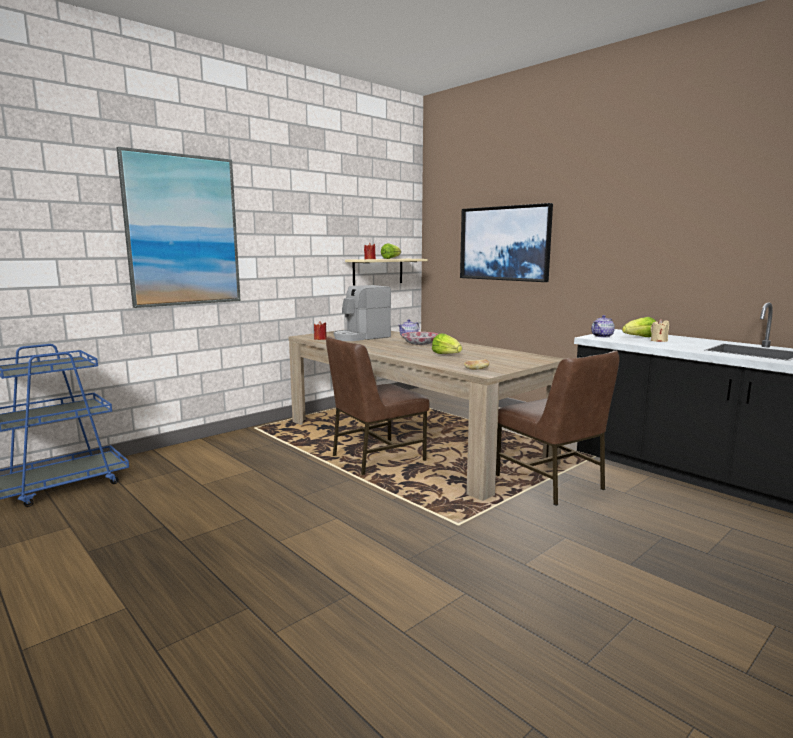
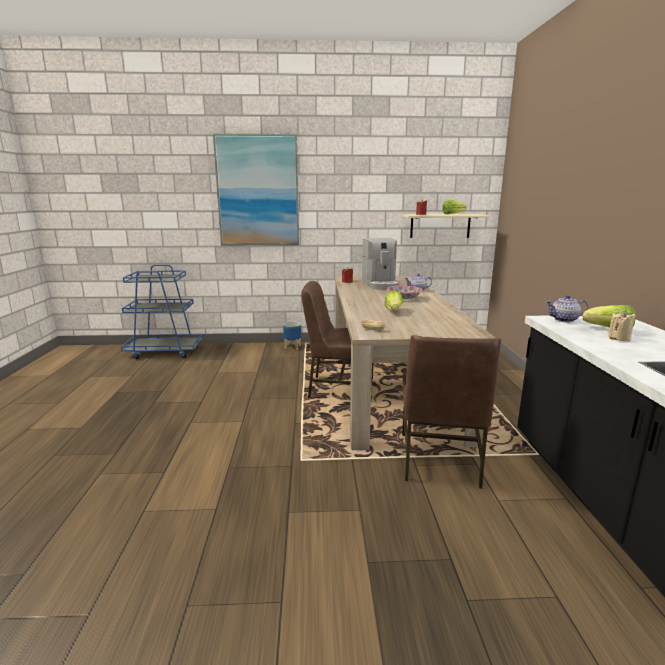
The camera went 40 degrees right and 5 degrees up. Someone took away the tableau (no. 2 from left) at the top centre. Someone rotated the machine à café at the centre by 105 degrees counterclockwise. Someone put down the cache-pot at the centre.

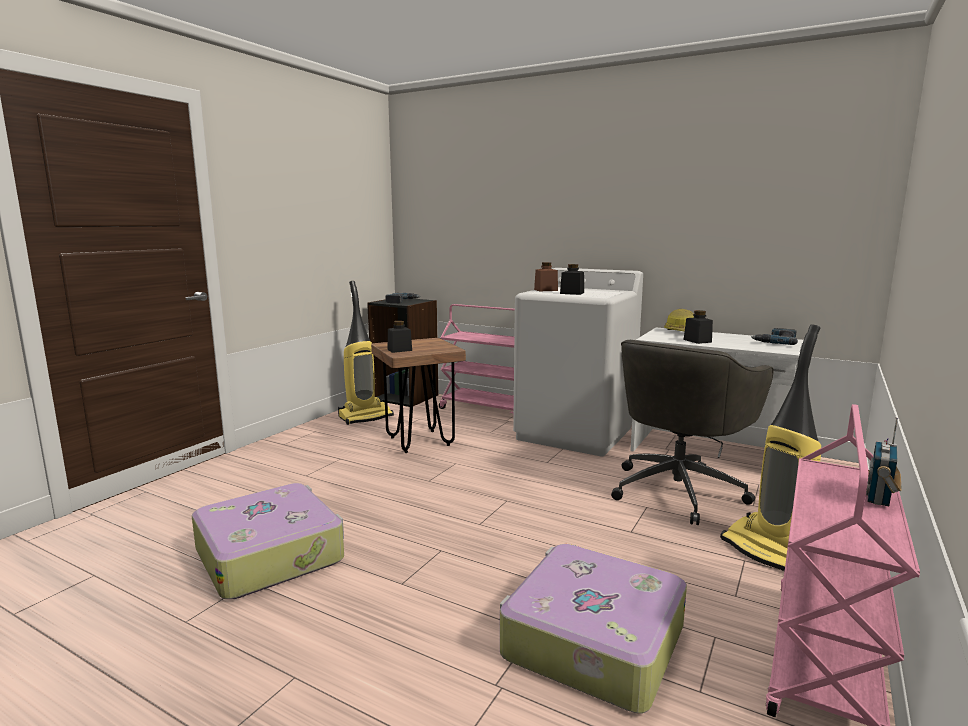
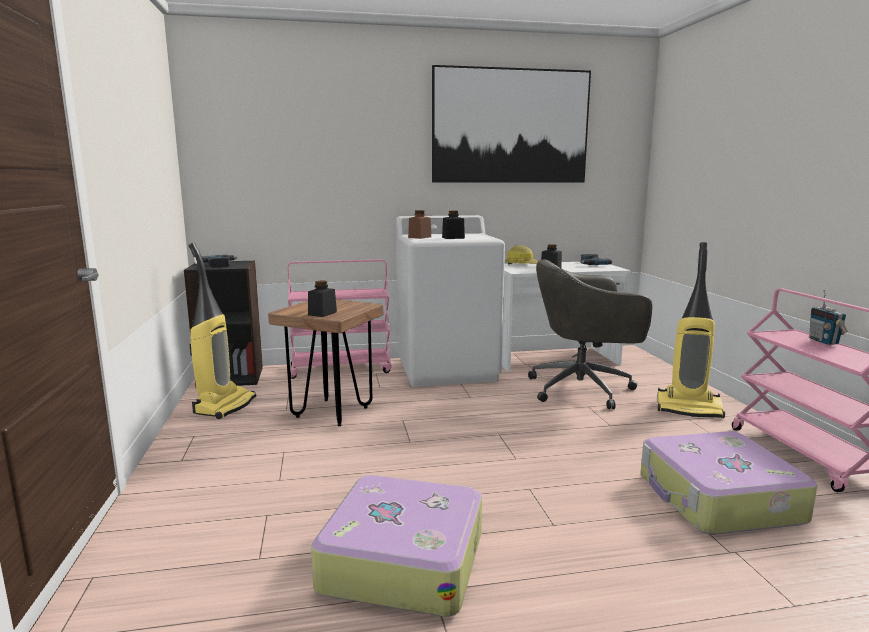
The camera went 40 degrees left and 0 degrees up. Someone rotated the chaise de bureau (gris) at the middle right by 90 degrees clockwise. Someone put up the tableau at the top centre.

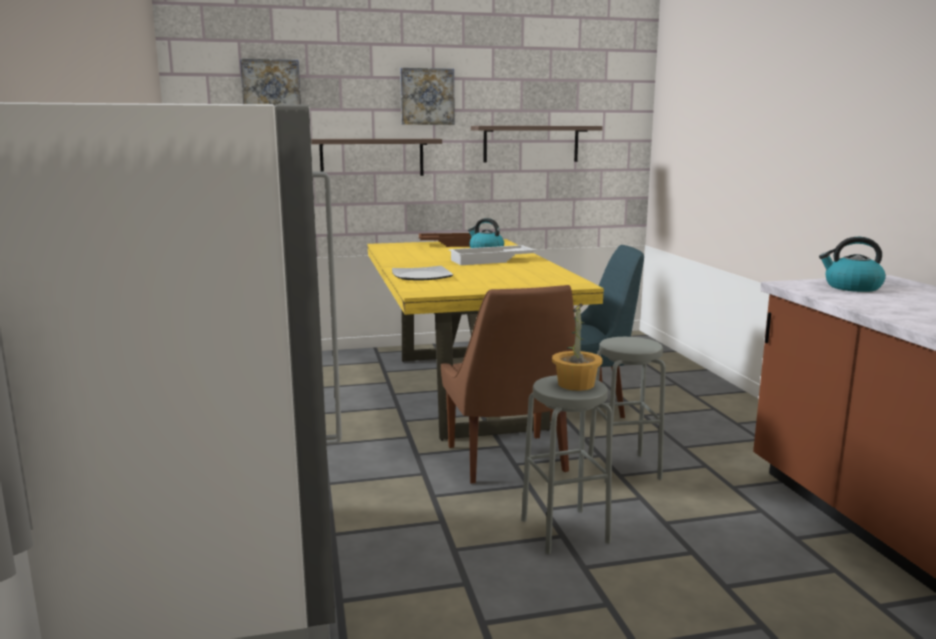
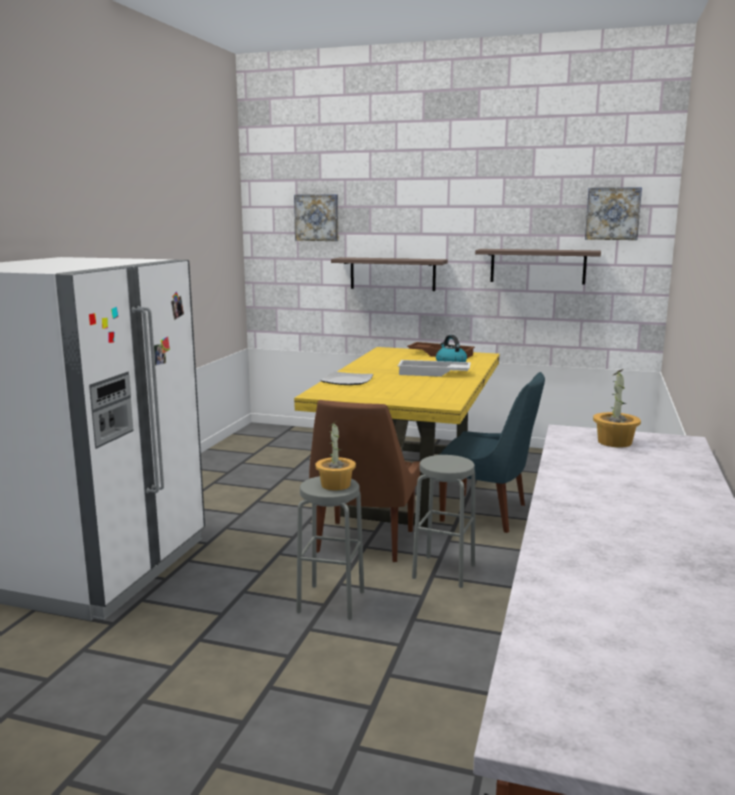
The camera went 30 degrees right and 0 degrees up. Someone carried the tableau (no. 2 from left) from the top centre to the top right. Someone swapped the bouilloire (no. 2 from left) at the middle right for the plante en pot (no. 2 from left) at the middle right.

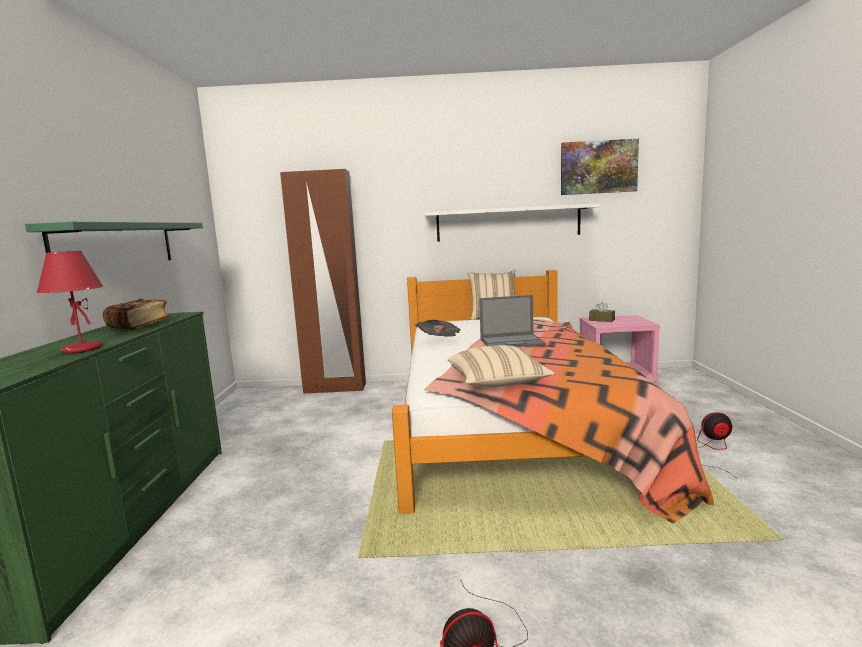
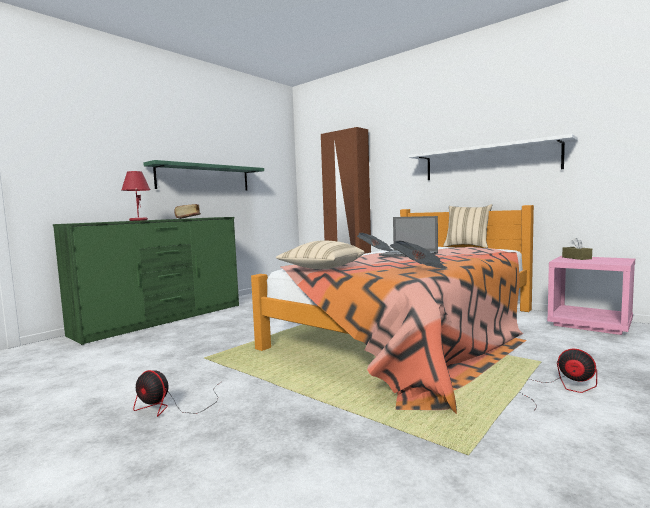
The camera went 40 degrees right and 5 degrees down. Someone took away the tableau at the top right. Someone put down the journal (no. 2 from left) at the centre.

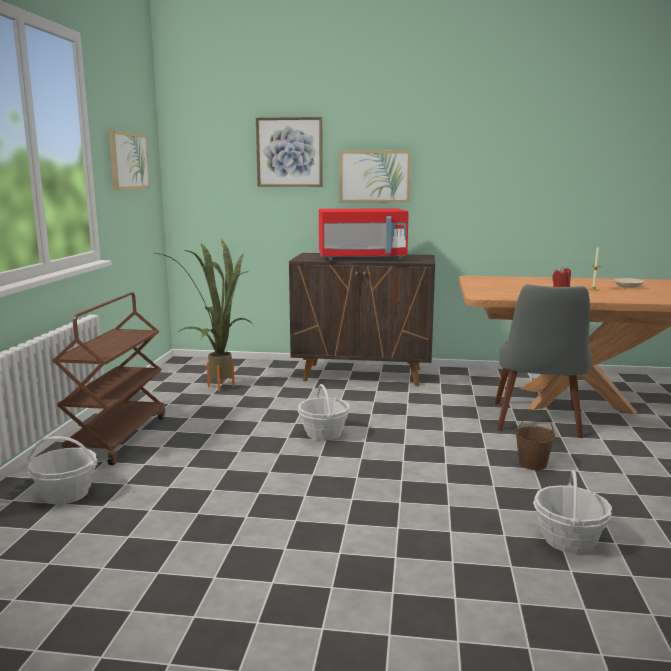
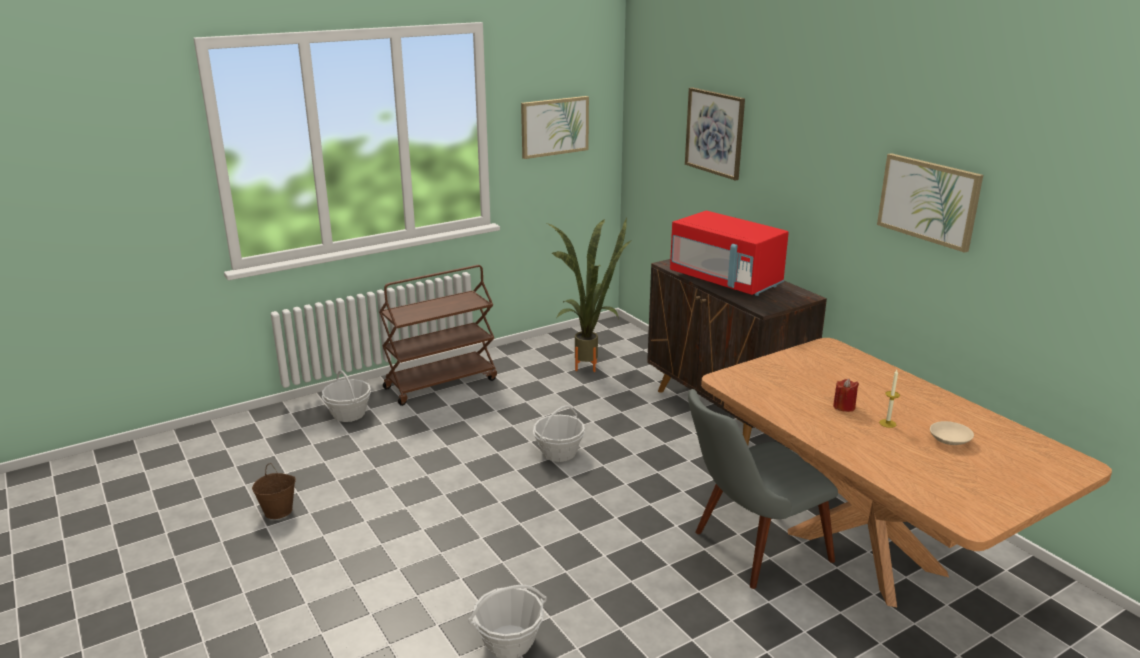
The camera went 50 degrees right and 10 degrees up. Someone carried the tableau (no. 3 from left) from the top centre to the top right. Someone carried the seau (marron) from the middle right to the bottom left.

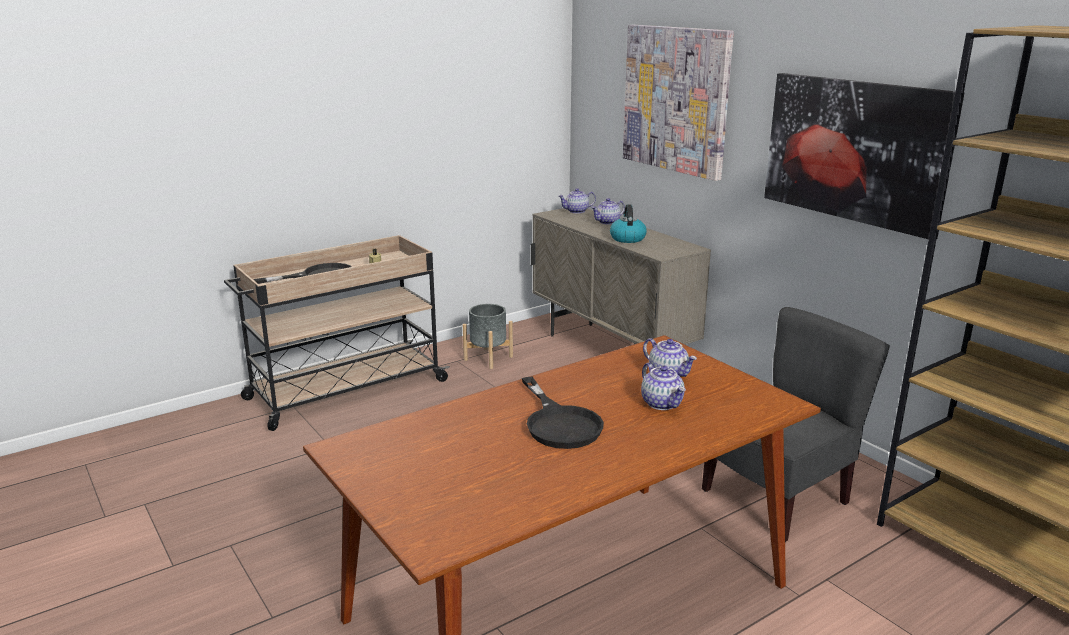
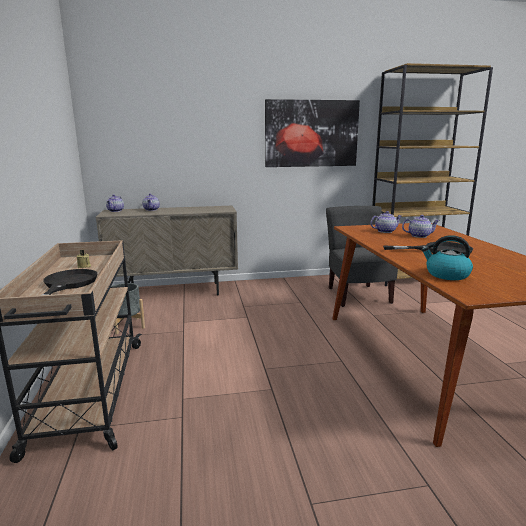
The camera went 65 degrees left and 5 degrees down. Someone took away the tableau (no. 1 from left) at the top centre. Someone carried the bouilloire from the centre to the middle right.

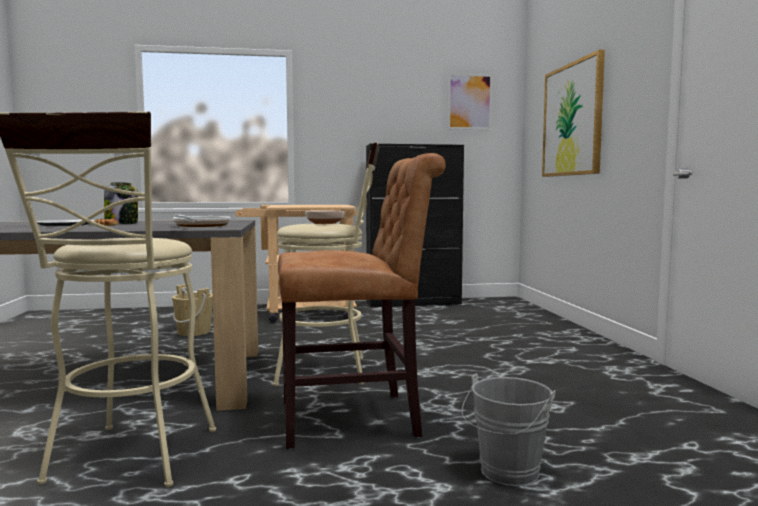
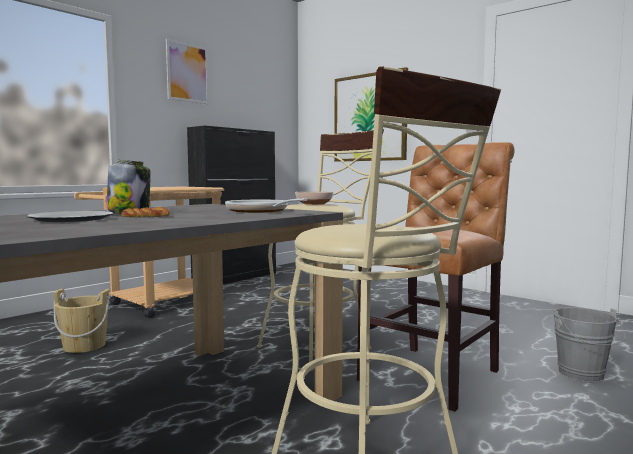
The camera went 40 degrees left and 0 degrees up. Someone carried the tableau (no. 1 from left) from the top centre to the top left.

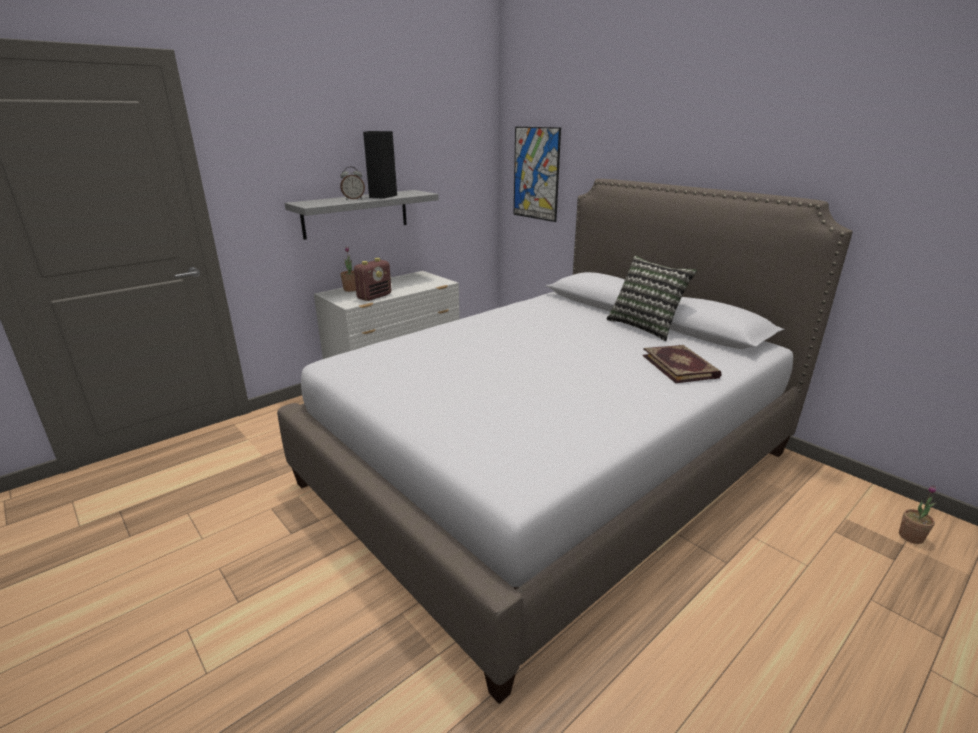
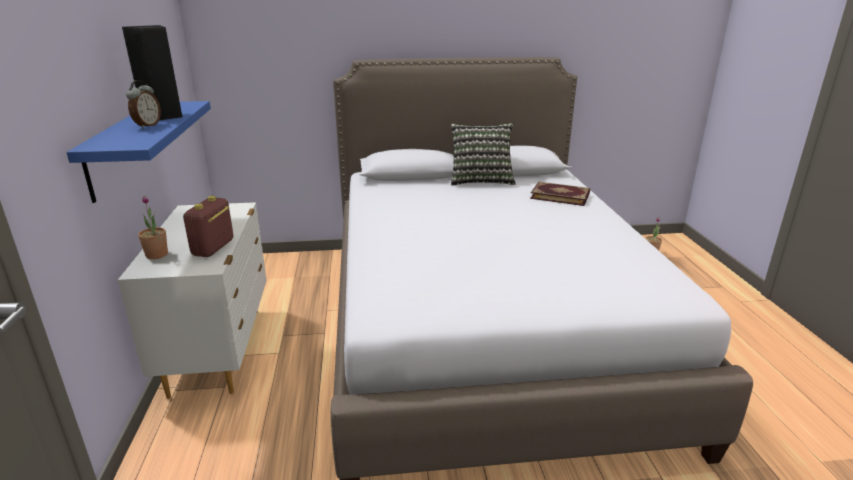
The camera went 55 degrees left and 0 degrees up. Someone took away the tableau at the top centre. Someone repainted the étagère (gris) at the top centre, which became the étagère (bleu) at the top left. Someone rotated the radio at the centre by 150 degrees counterclockwise.

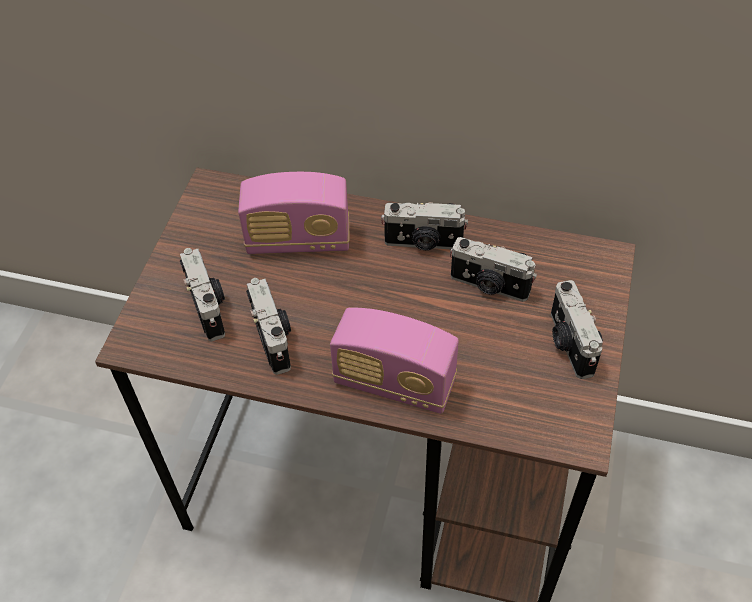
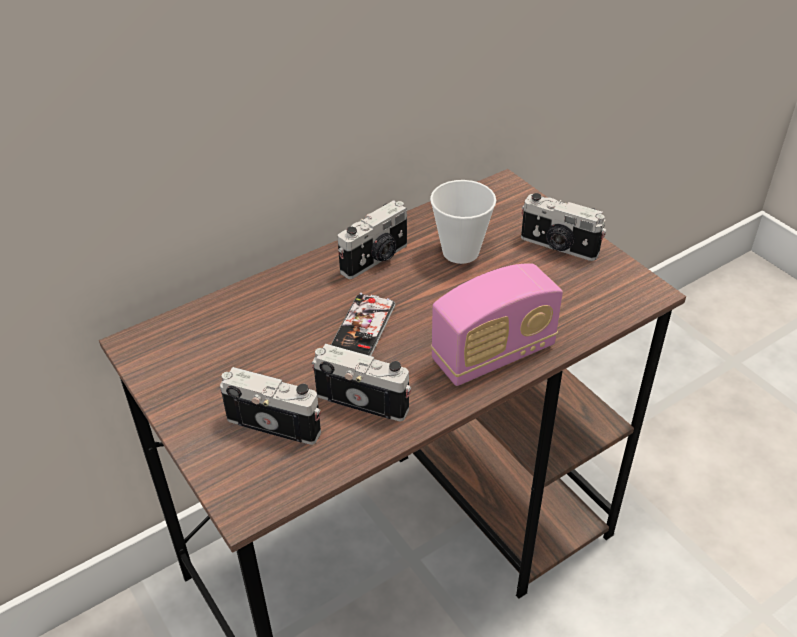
The camera went 50 degrees left and 10 degrees down. Someone took away the radio (no. 1 from left) at the centre. Someone swapped the appareil photo (no. 4 from left) at the centre for the tasse at the centre. Someone put down the téléphone at the centre.

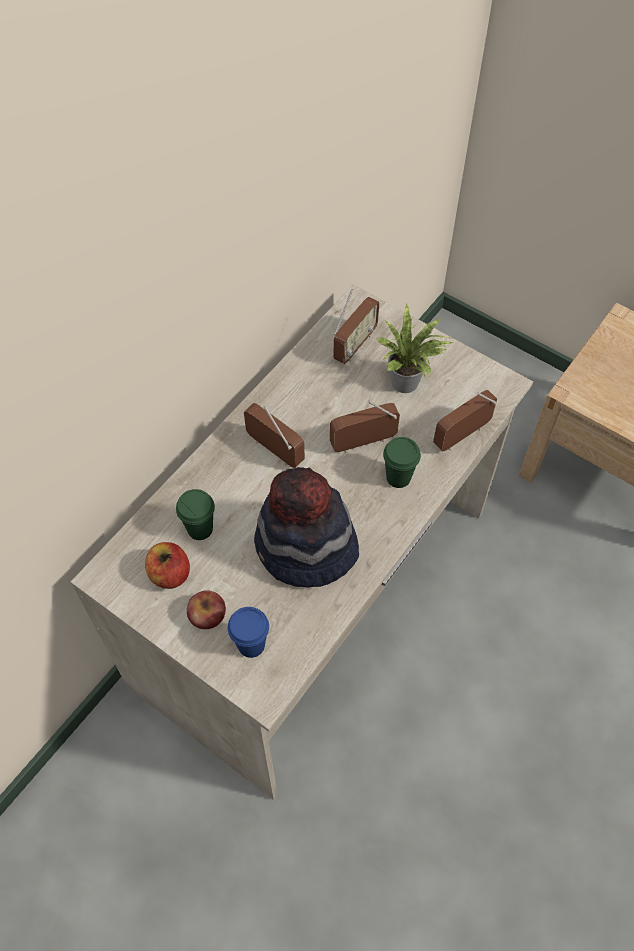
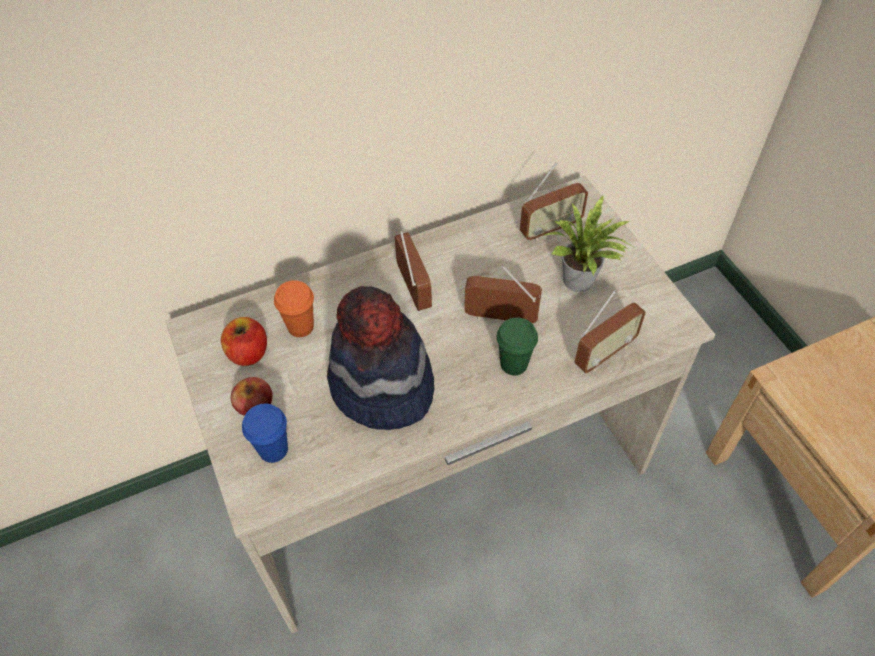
The camera went 30 degrees right and 5 degrees down. Someone rotated the radio (no. 4 from left) at the middle right by 150 degrees clockwise. Someone repainted the tasse (vert) (no. 1 from left) at the middle left, which became the tasse (orange) at the centre.

